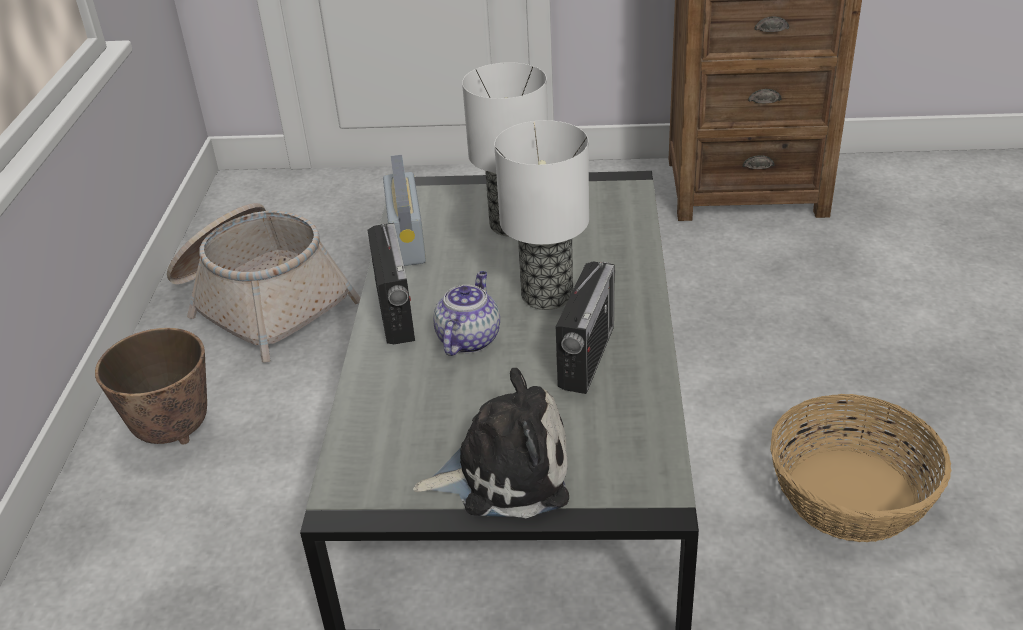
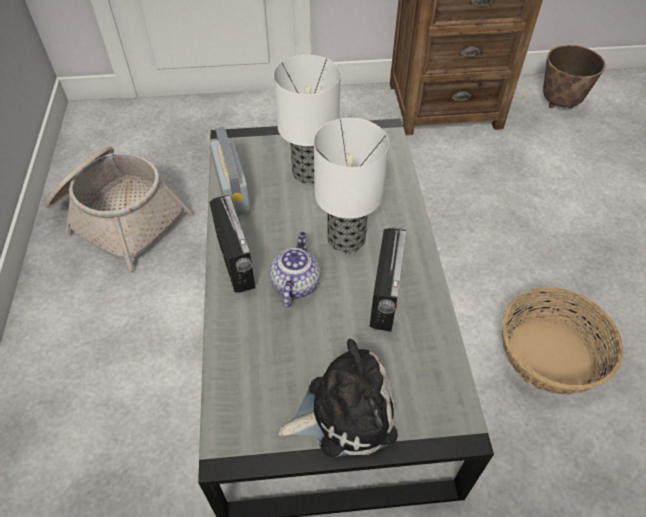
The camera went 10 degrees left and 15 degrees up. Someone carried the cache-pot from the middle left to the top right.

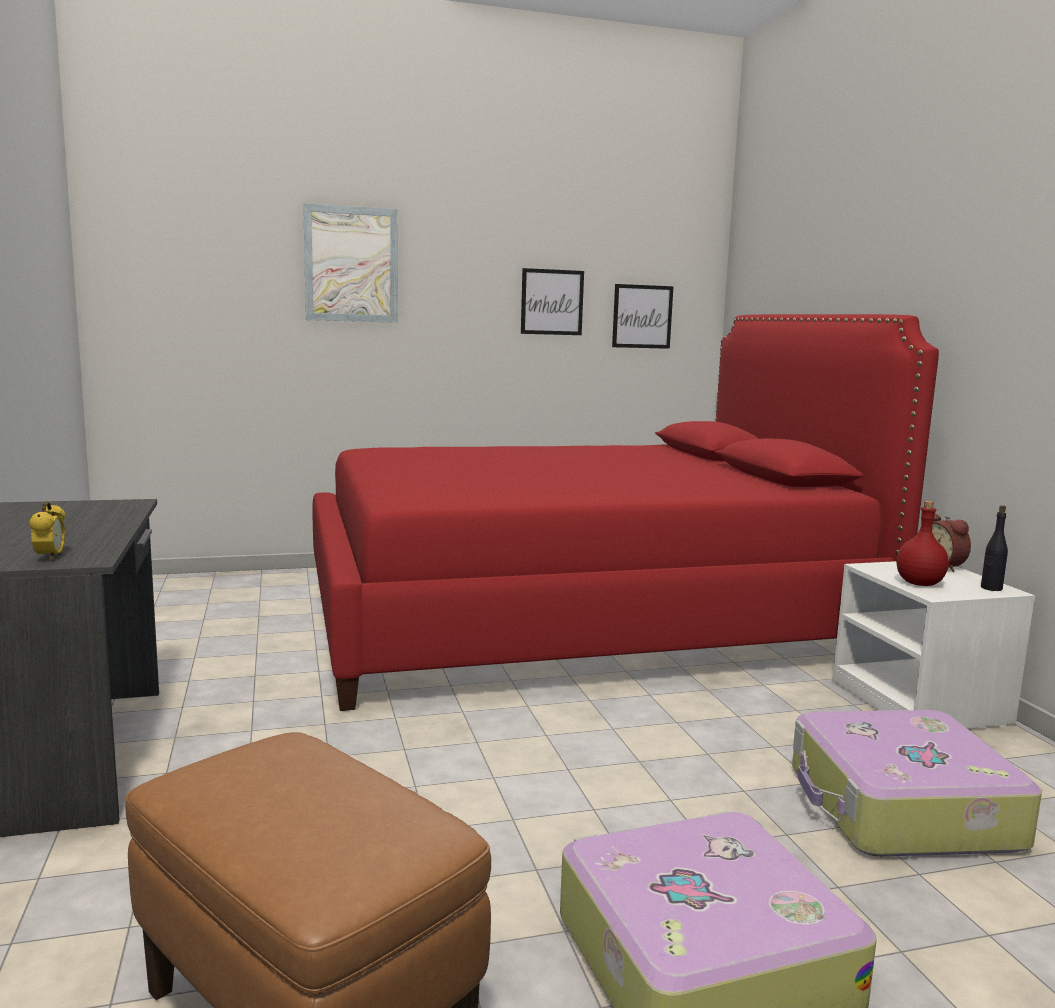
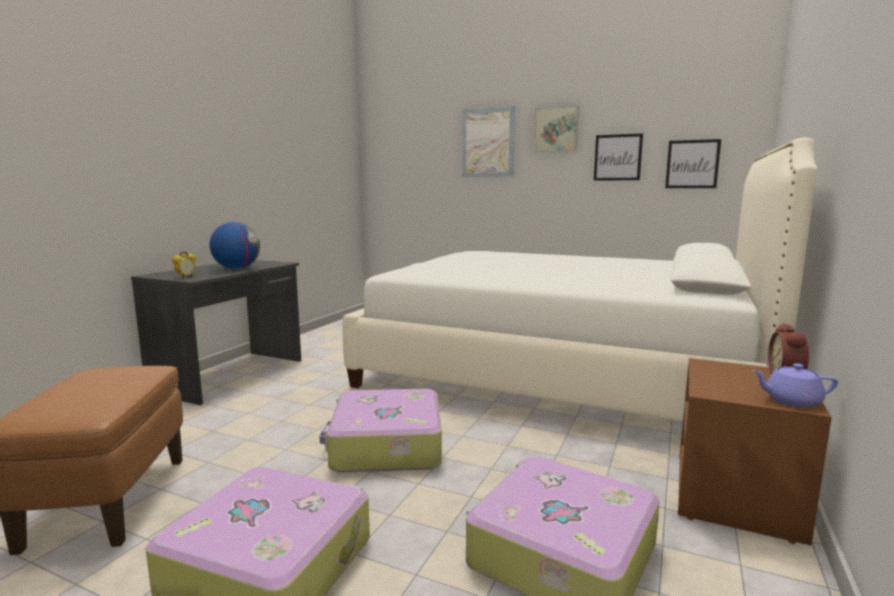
The camera went 40 degrees right and 0 degrees up. Someone repainted the lit (rouge) at the centre, which became the lit (blanc) at the centre. Someone took away the bouteille (rouge) at the middle right. Someone swapped the bouteille (noir) at the middle right for the théière (violet) at the middle right. Someone repainted the table de chevet (blanc) at the middle right, which became the table de chevet (marron) at the bottom right. Someone put up the tableau (no. 2 from left) at the top centre. Someone put down the globe at the middle left. Someone put down the valise (no. 2 from left) at the bottom centre.

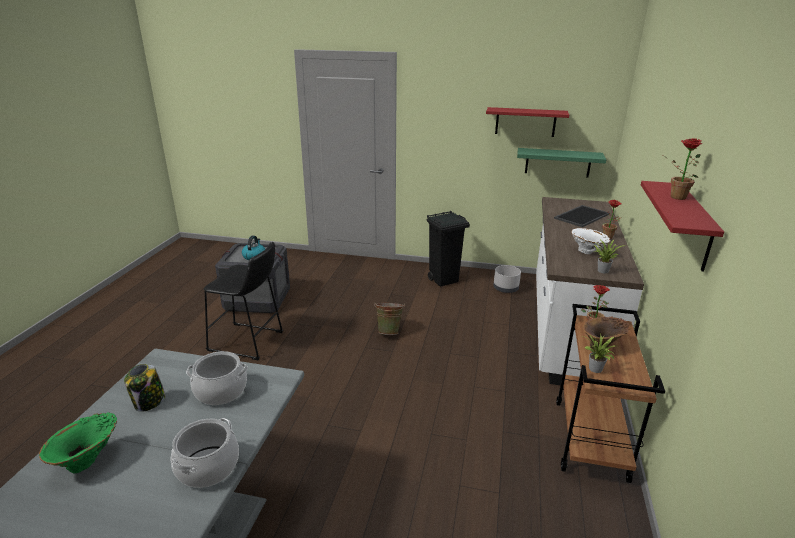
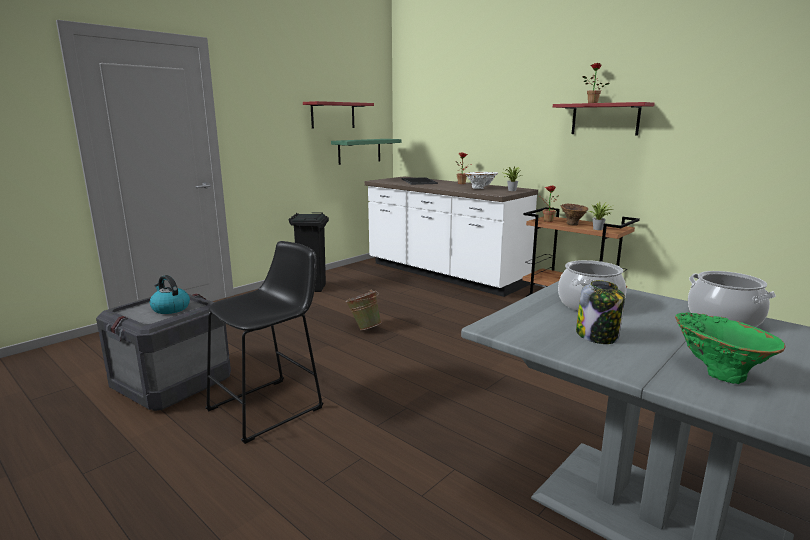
The camera went 60 degrees left and 10 degrees down. Someone took away the cache-pot (gris) at the centre.

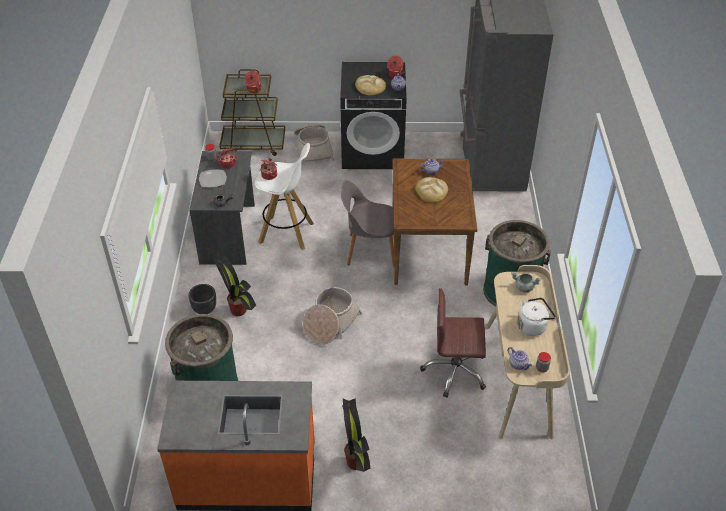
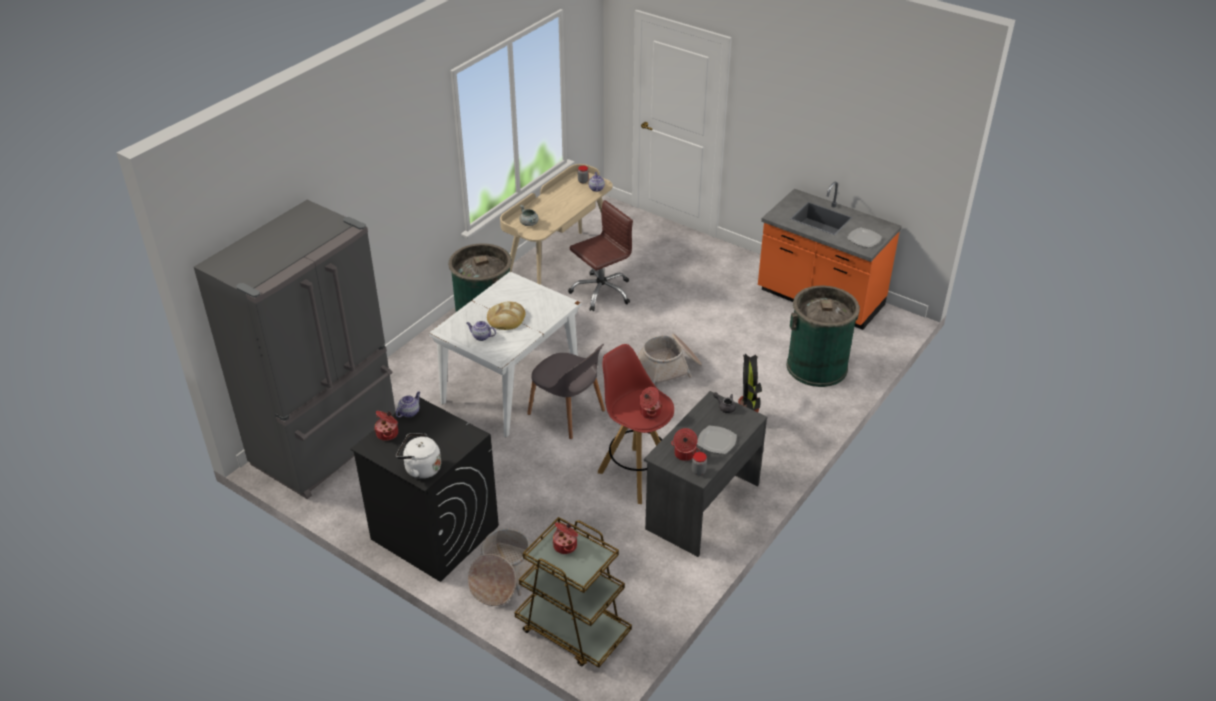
The camera went 145 degrees left and 5 degrees down. Someone took away the pain (no. 1 from left) at the top centre. Someone repainted the tabouret (blanc) at the centre, which became the tabouret (rouge) at the centre. Someone repainted the table à manger (marron) at the centre, which became the table à manger (blanc) at the centre. Someone took away the cache-pot (noir) at the middle left. Someone rotated the chaise de bureau (marron) at the bottom centre by 75 degrees counterclockwise. Someone carried the bouilloire (blanc) from the middle right to the centre. Someone took away the plante en pot (no. 2 from left) at the bottom centre. Someone put down the assiette (no. 2 from left) at the middle right.

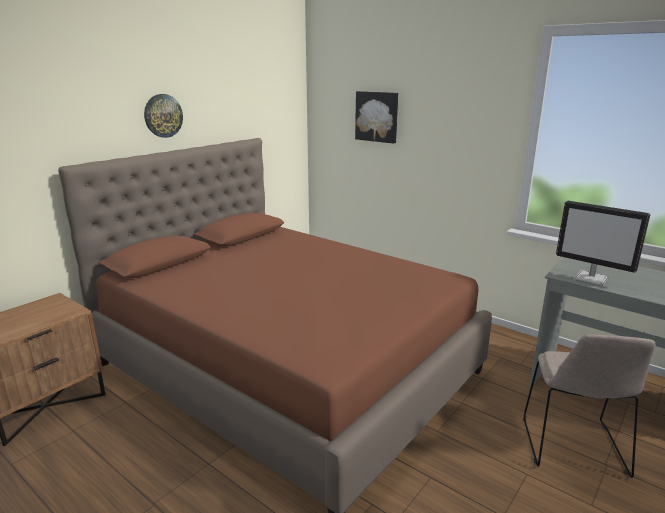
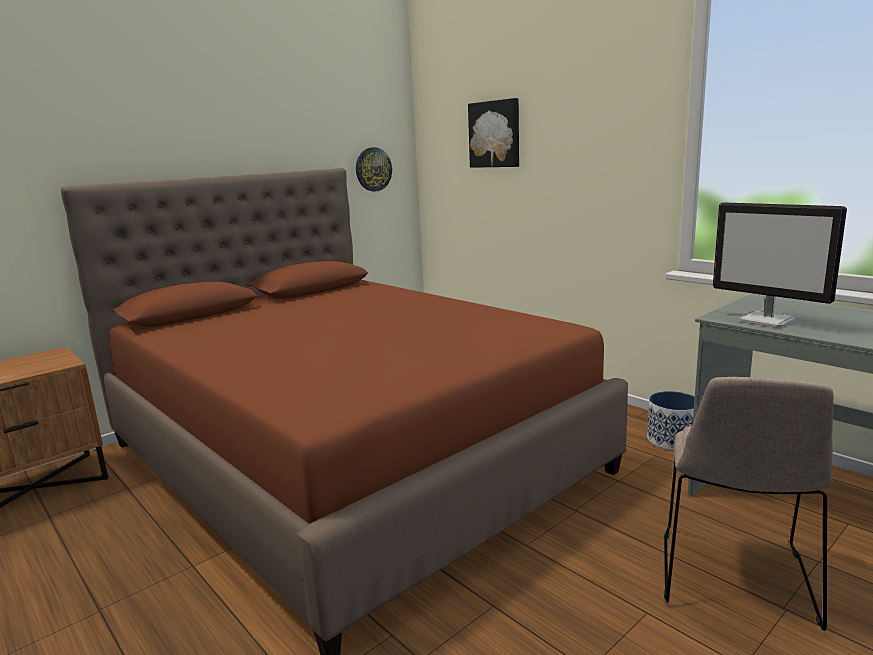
The camera went 10 degrees right and 5 degrees down. Someone carried the horloge murale from the top left to the top centre. Someone put down the cache-pot at the middle right.

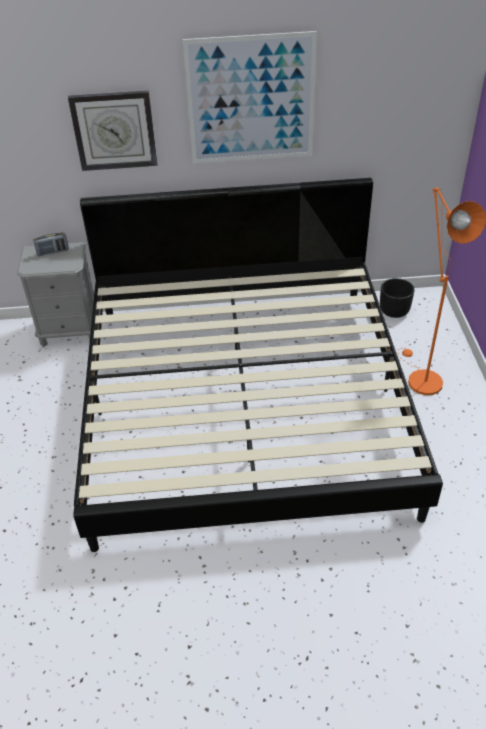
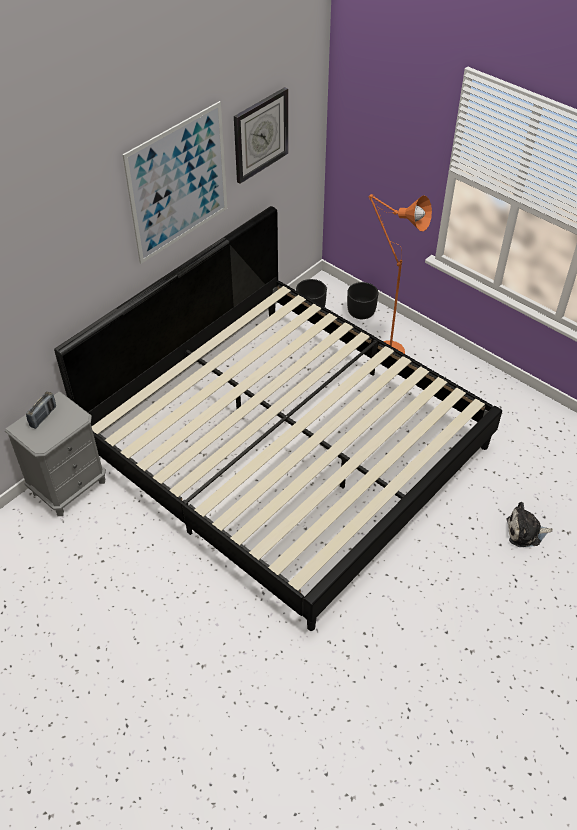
The camera went 45 degrees left and 5 degrees up. Someone carried the horloge murale from the top left to the top centre. Someone put down the cache-pot (noir) (no. 2 from left) at the centre. Someone put down the peluche at the middle right.

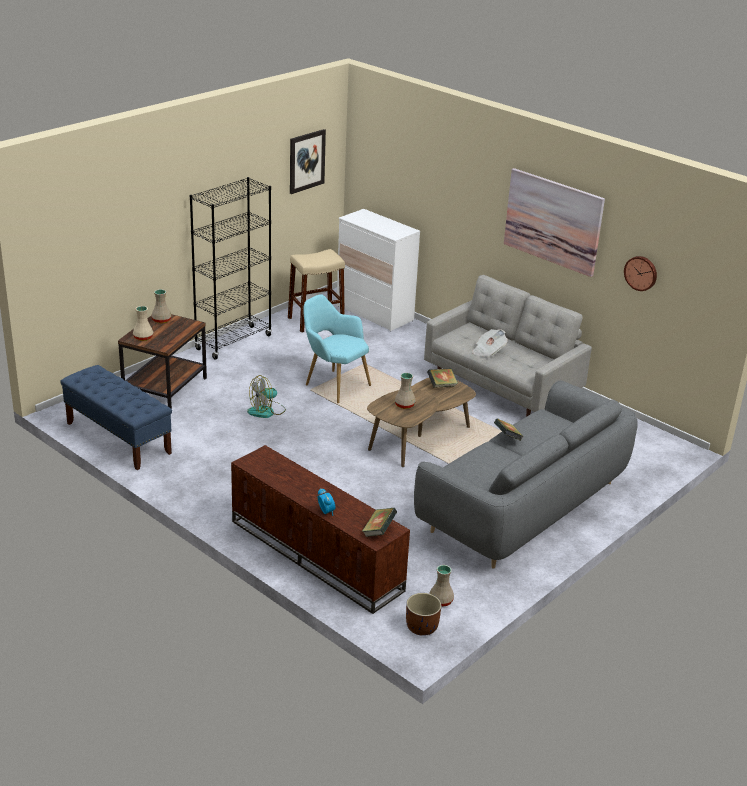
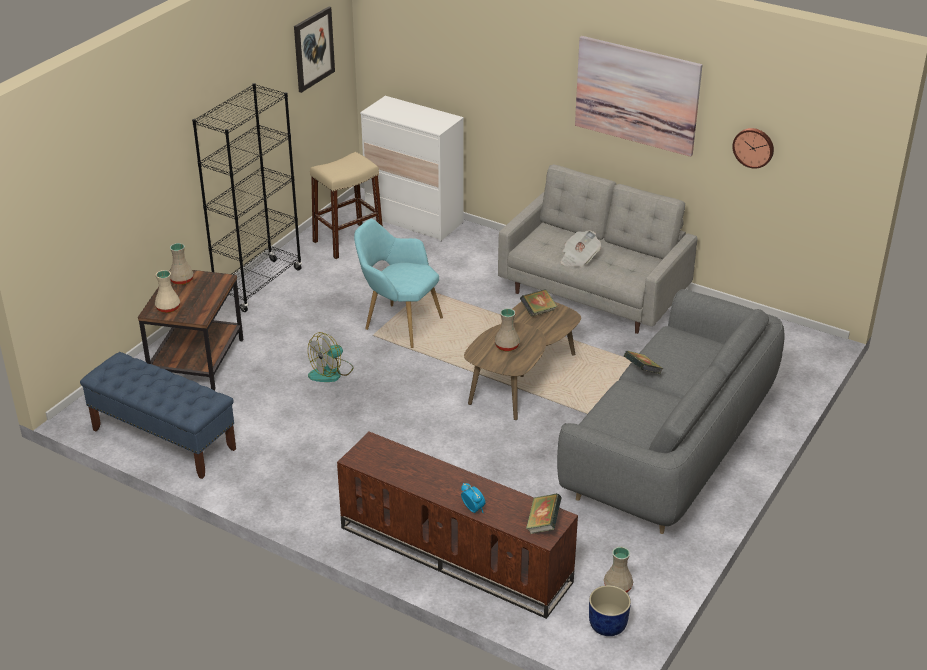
The camera went 10 degrees left and 5 degrees up. Someone repainted the cache-pot (marron) at the bottom centre, which became the cache-pot (bleu) at the bottom centre.

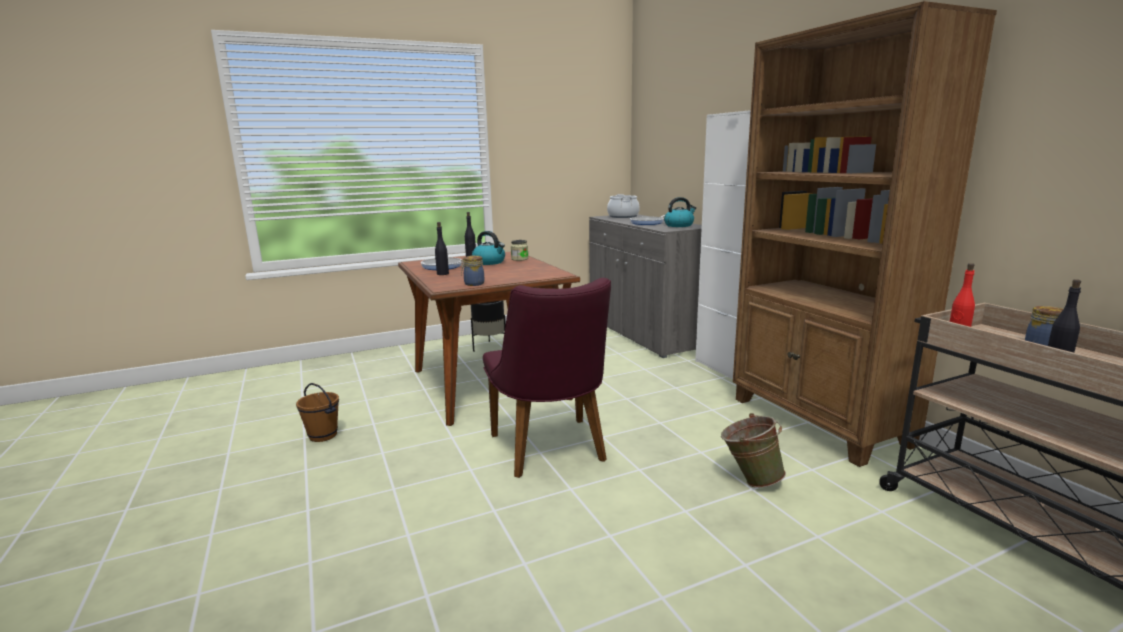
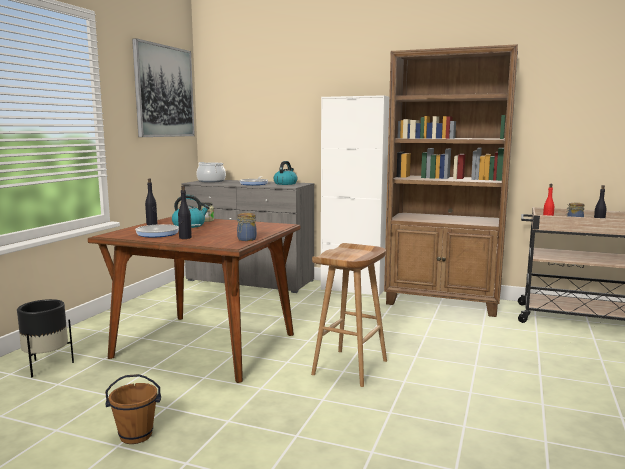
The camera went 45 degrees left and 5 degrees down. Someone swapped the chaise (violet) at the centre for the tabouret (marron) at the bottom centre. Someone carried the cache-pot (noir) from the centre to the bottom left. Someone took away the seau (vert) at the bottom right. Someone put up the tableau at the top left.

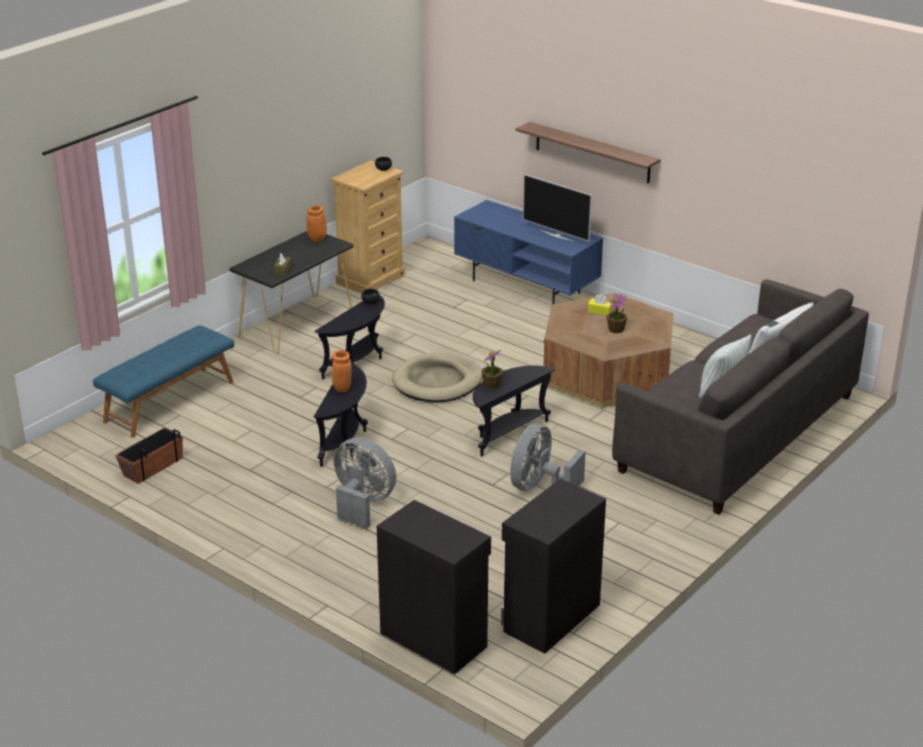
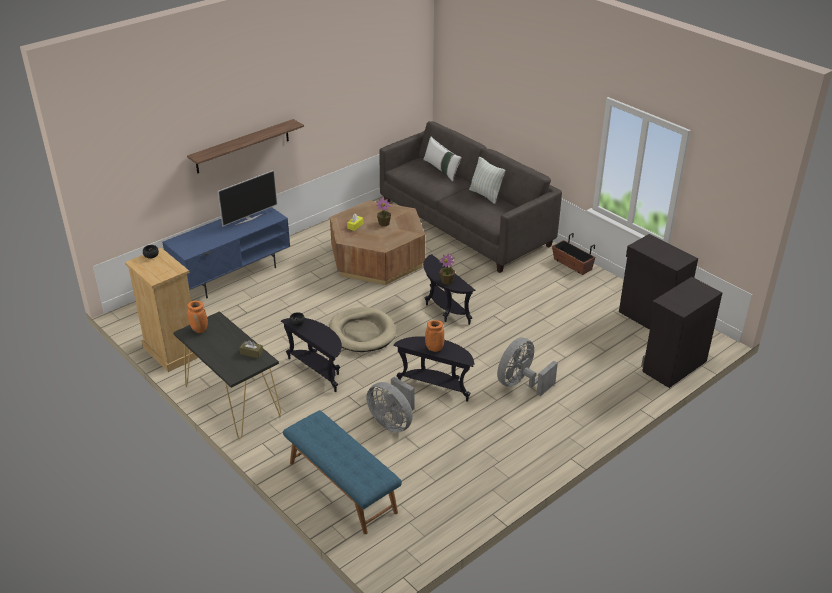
The camera went 80 degrees left and 5 degrees up. Someone carried the ventilateur (gris) (no. 2 from left in the first image) from the centre to the bottom centre. Someone carried the cache-pot from the middle left to the middle right.

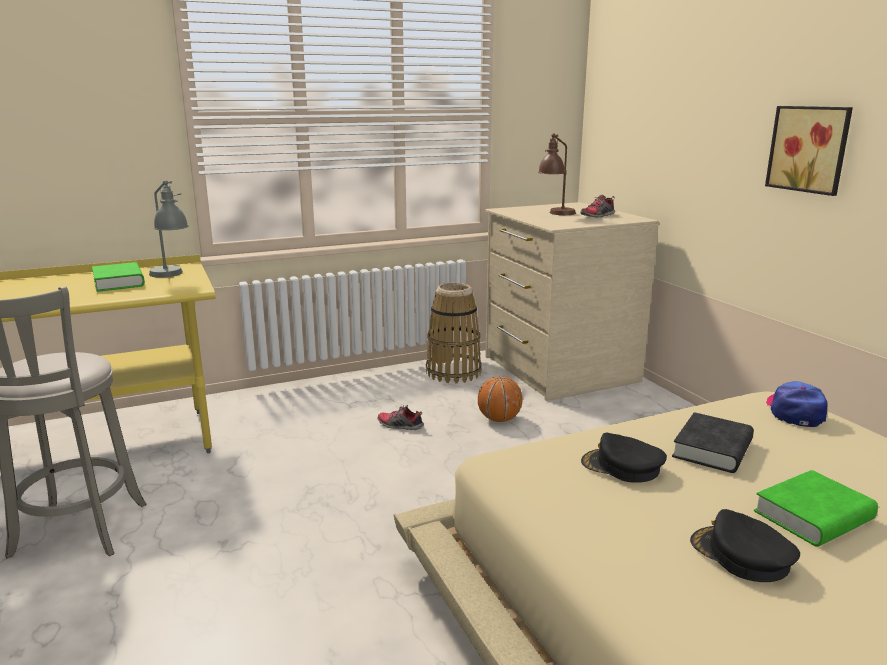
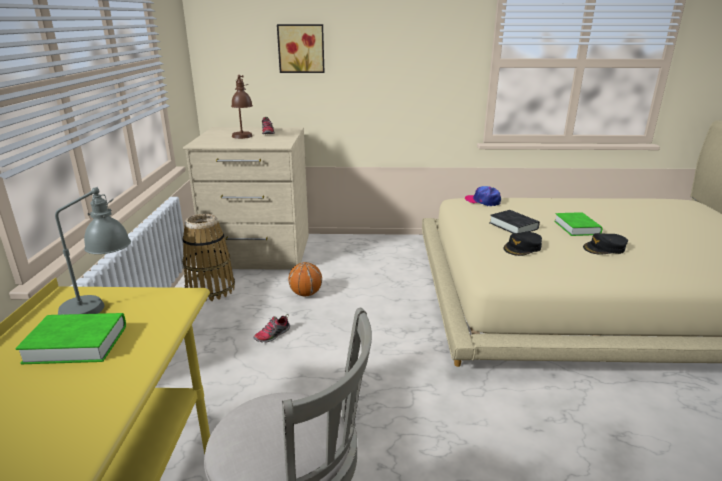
The camera went 65 degrees left and 5 degrees up. Someone carried the tableau from the top right to the top centre.

